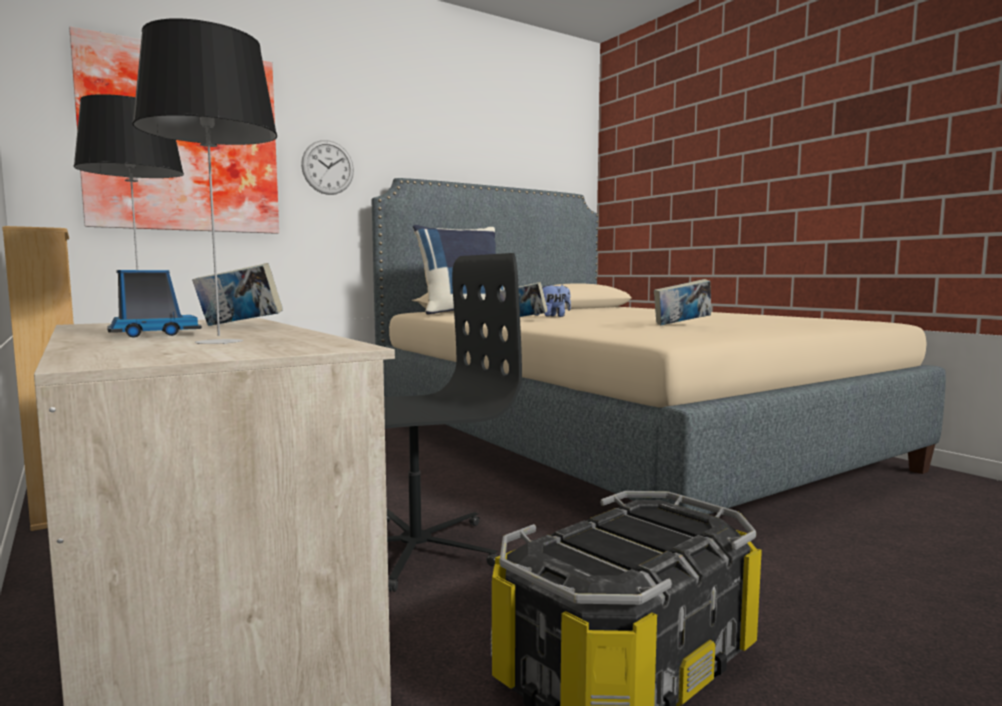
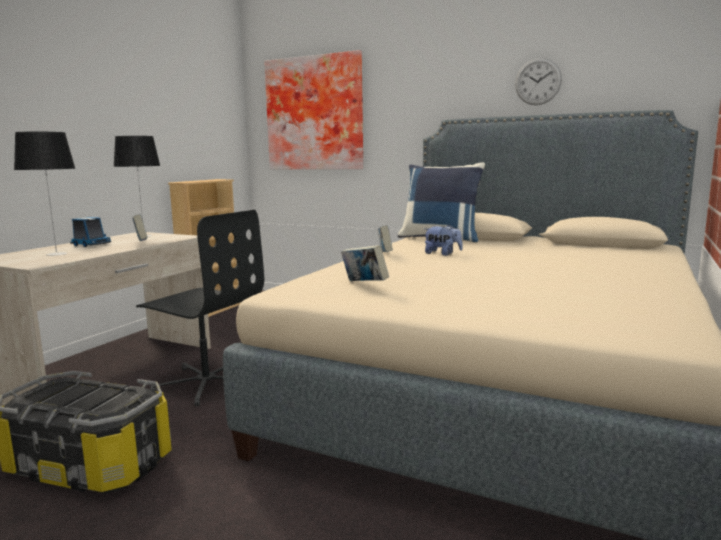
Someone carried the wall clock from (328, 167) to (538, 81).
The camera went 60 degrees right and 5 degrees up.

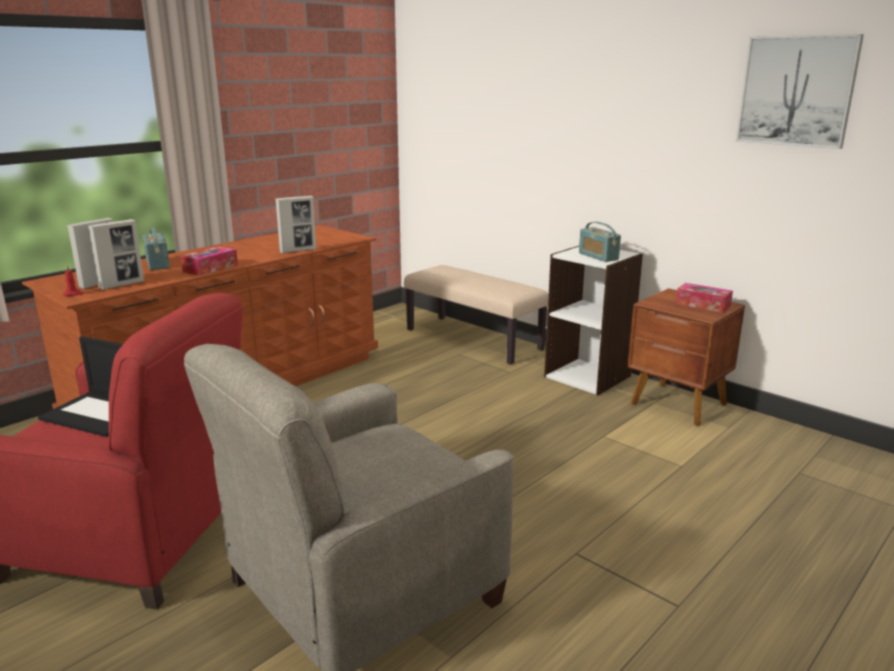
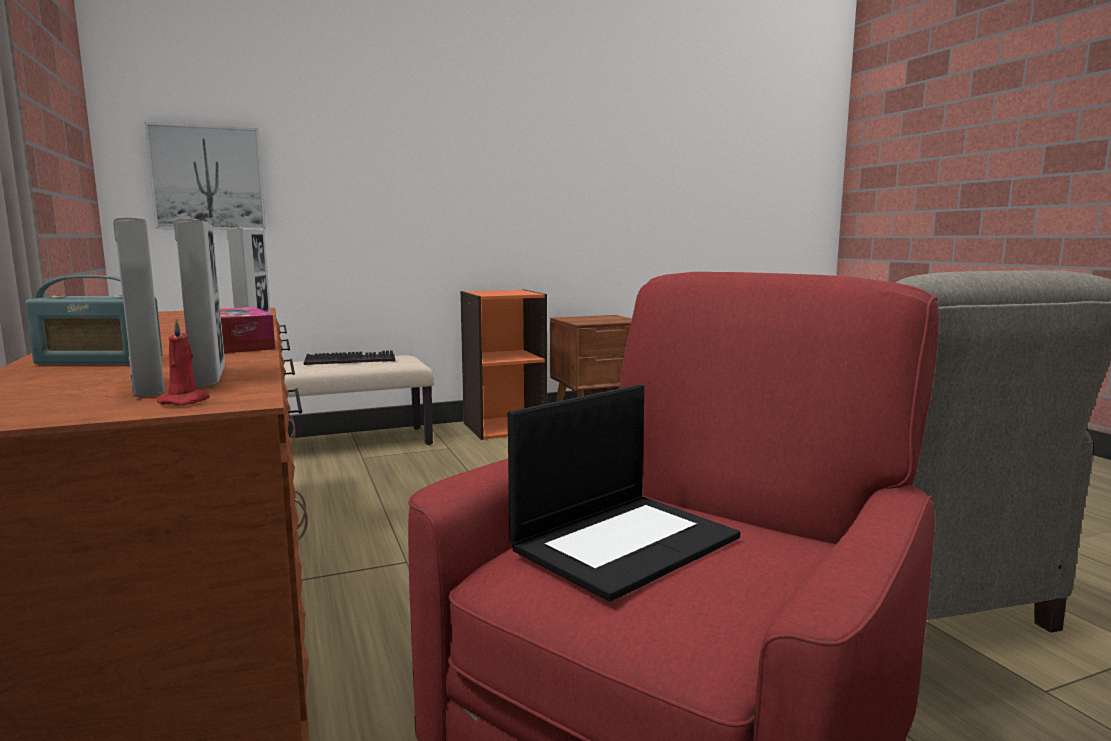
Someone took away the radio at (598, 256).
Someone took away the tissue box at (703, 305).
Someone put down the computer keyboard at (352, 360).
Someone carried the wall picture from (796, 91) to (208, 178).
Someone repainted the bookcase/white-coloured at (588, 376), which became the bookcase/orangey at (504, 427).
The camera went 65 degrees left and 10 degrees down.

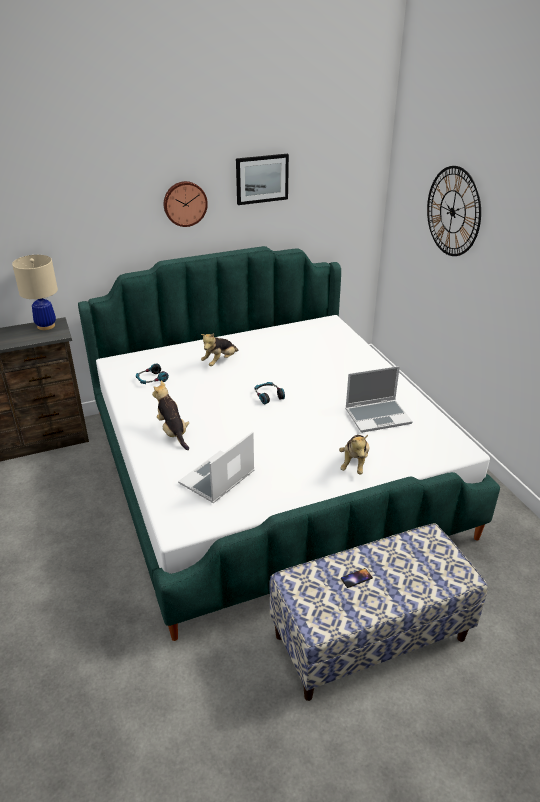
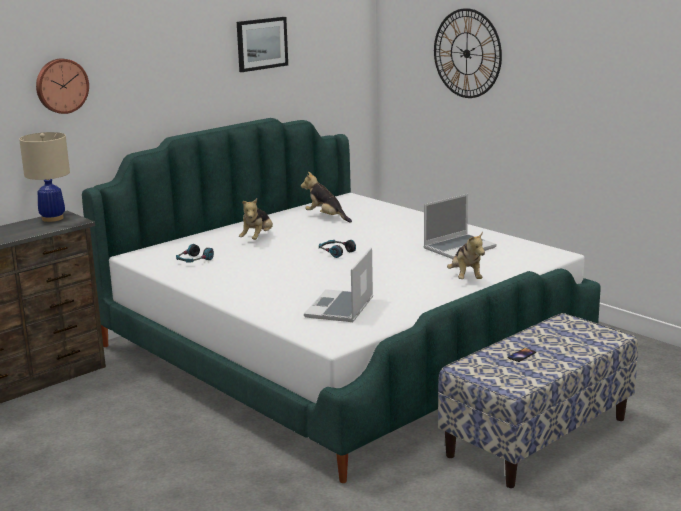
Someone carried the plush toy from (173, 432) to (326, 217).
Someone carried the wall clock from (185, 203) to (61, 85).
The camera went 20 degrees left and 15 degrees down.

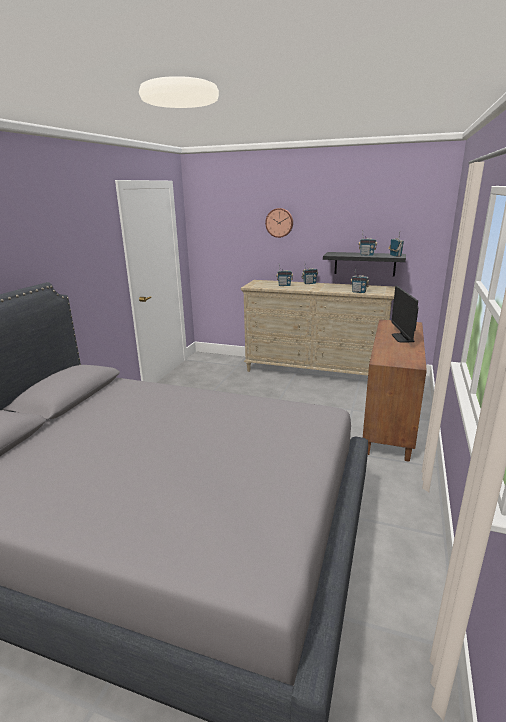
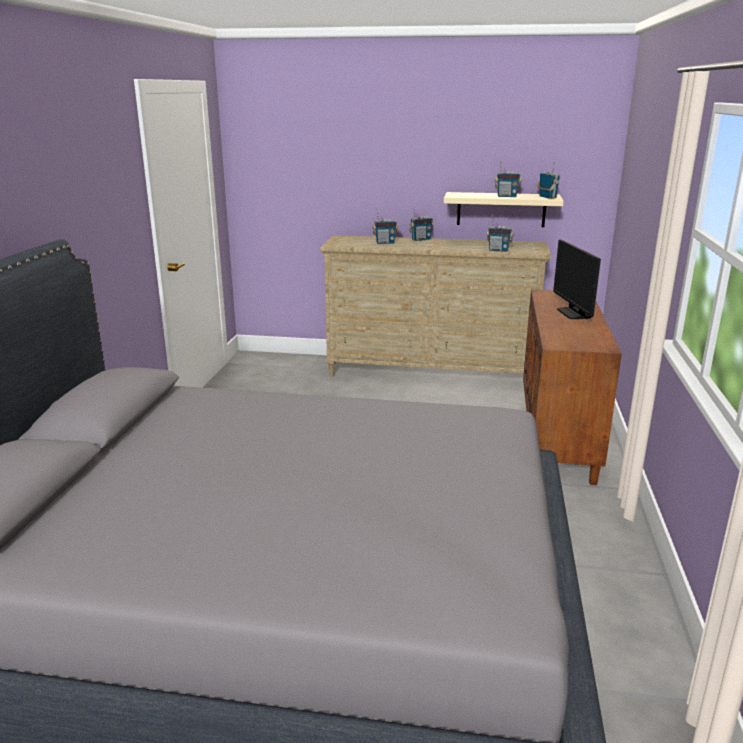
Someone took away the wall clock at (279, 222).
Someone repainted the shelf/black-coloured at (364, 264), which became the shelf/beige-coloured at (501, 209).
The camera went 10 degrees left and 0 degrees up.

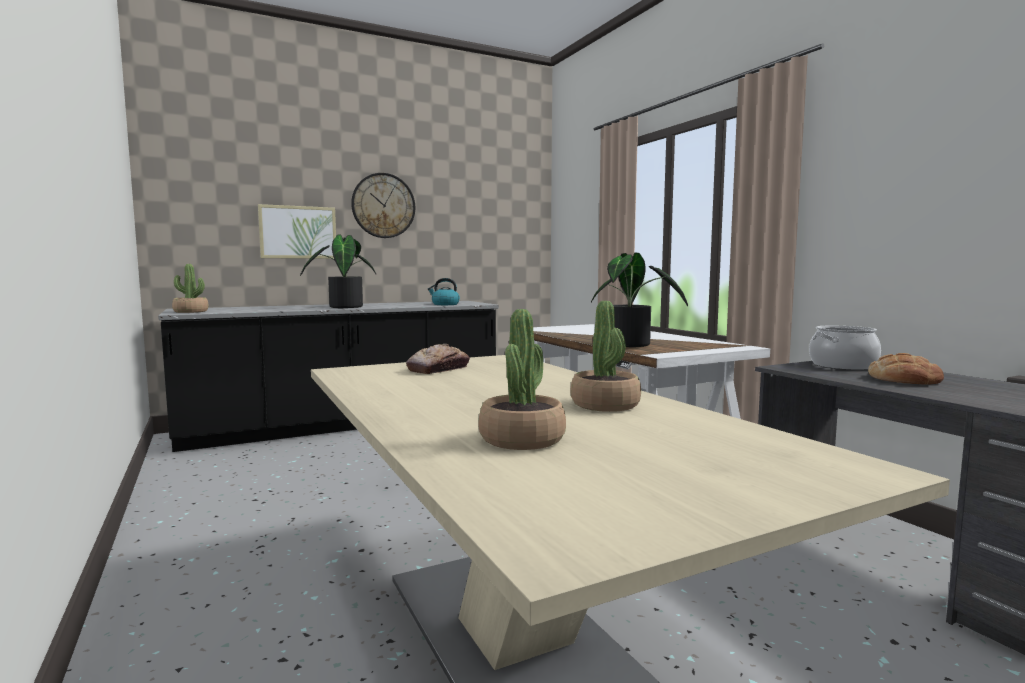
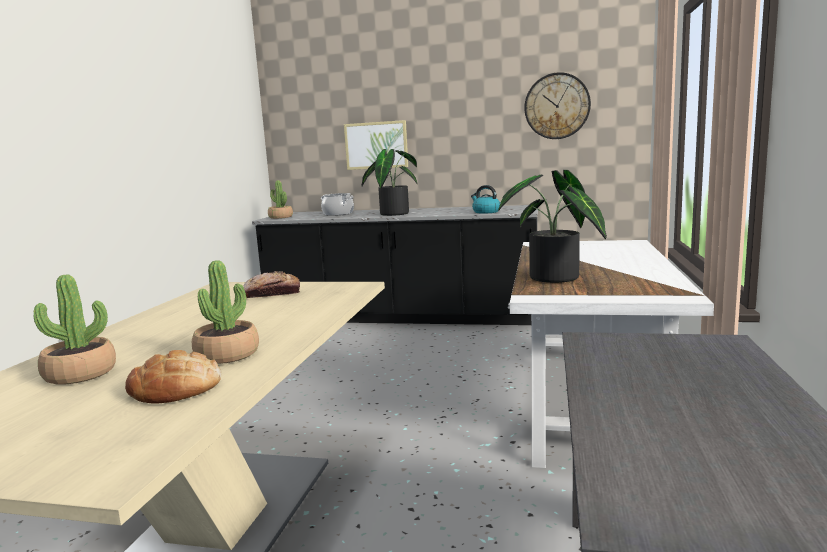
Someone carried the wall clock from (383, 205) to (557, 106).
Someone carried the saucepot from (843, 366) to (338, 214).
Someone carried the bakery bread from (904, 379) to (176, 388).
The camera went 40 degrees right and 5 degrees up.

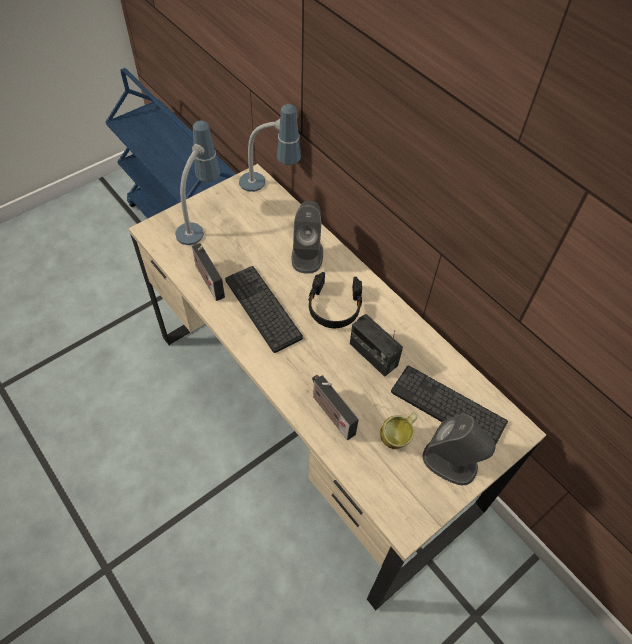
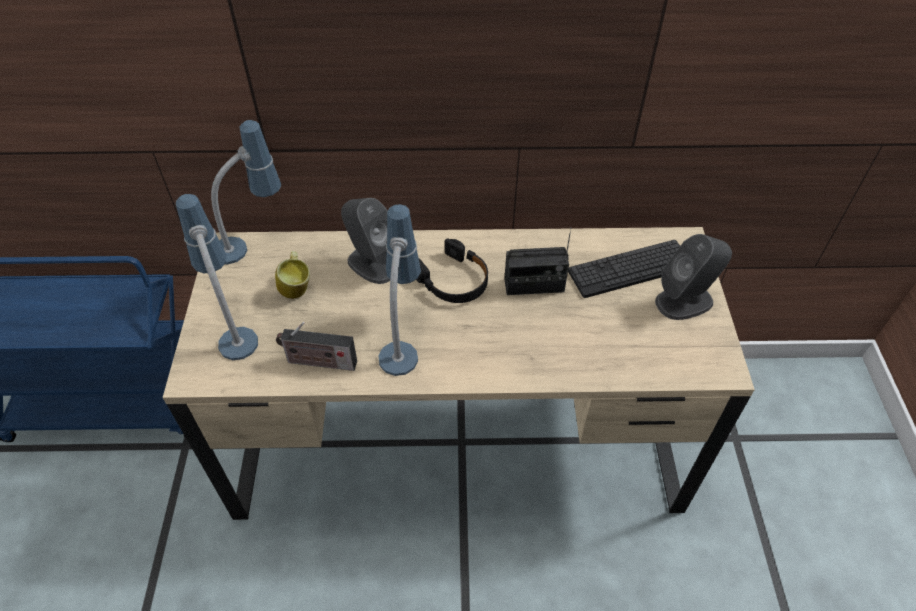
Someone took away the radio at (331, 413).
Someone carried the mug from (397, 438) to (297, 287).
Someone swapped the computer keyboard at (263, 308) for the tabletop lamp at (402, 337).
The camera went 50 degrees left and 5 degrees down.

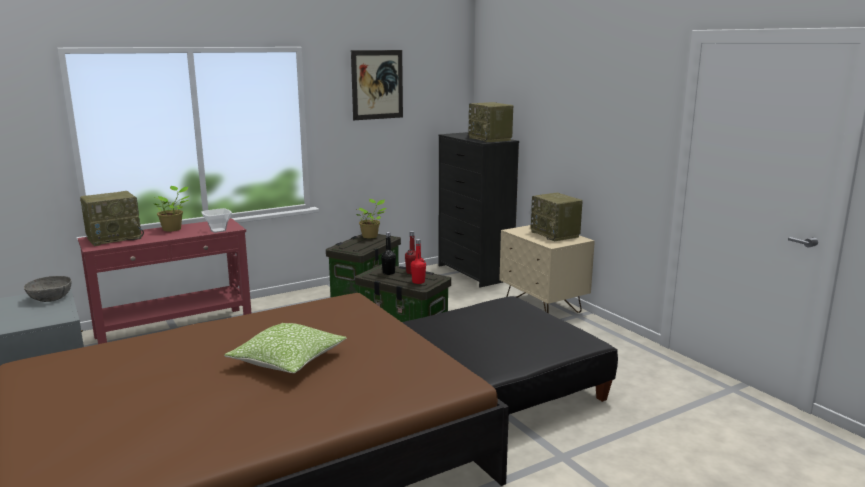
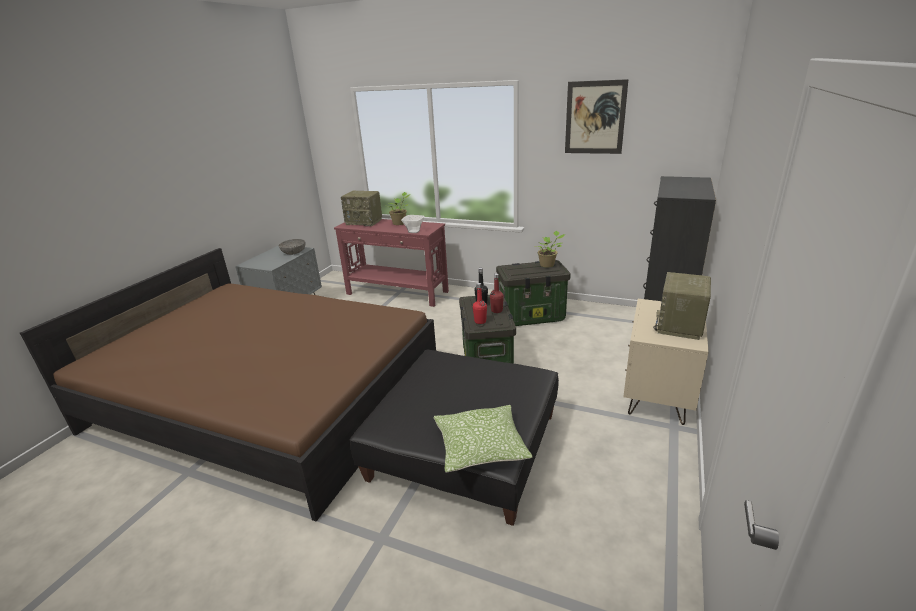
Someone took away the radio at (490, 139).
Someone carried the throw pillow from (288, 361) to (480, 447).
The camera went 55 degrees right and 10 degrees up.

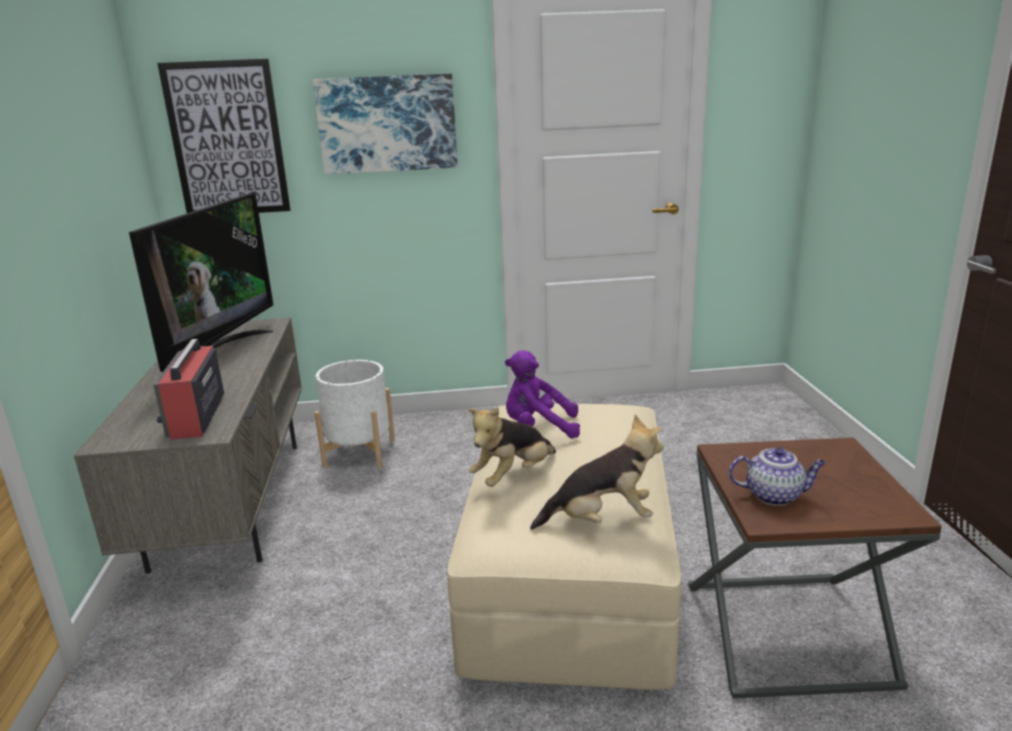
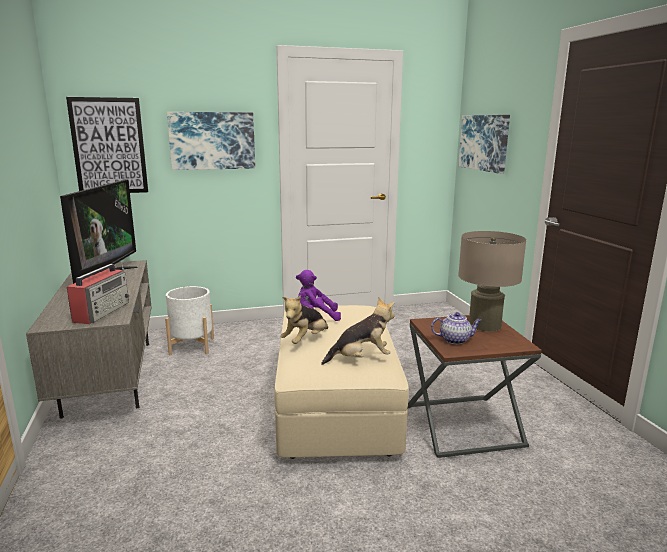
Someone put up the wall picture at (484, 142).
Someone put down the tabletop lamp/beige-coloured at (484, 325).
Someone rotated the radio at (196, 417) by 150 degrees counterclockwise.
The camera went 10 degrees left and 5 degrees down.

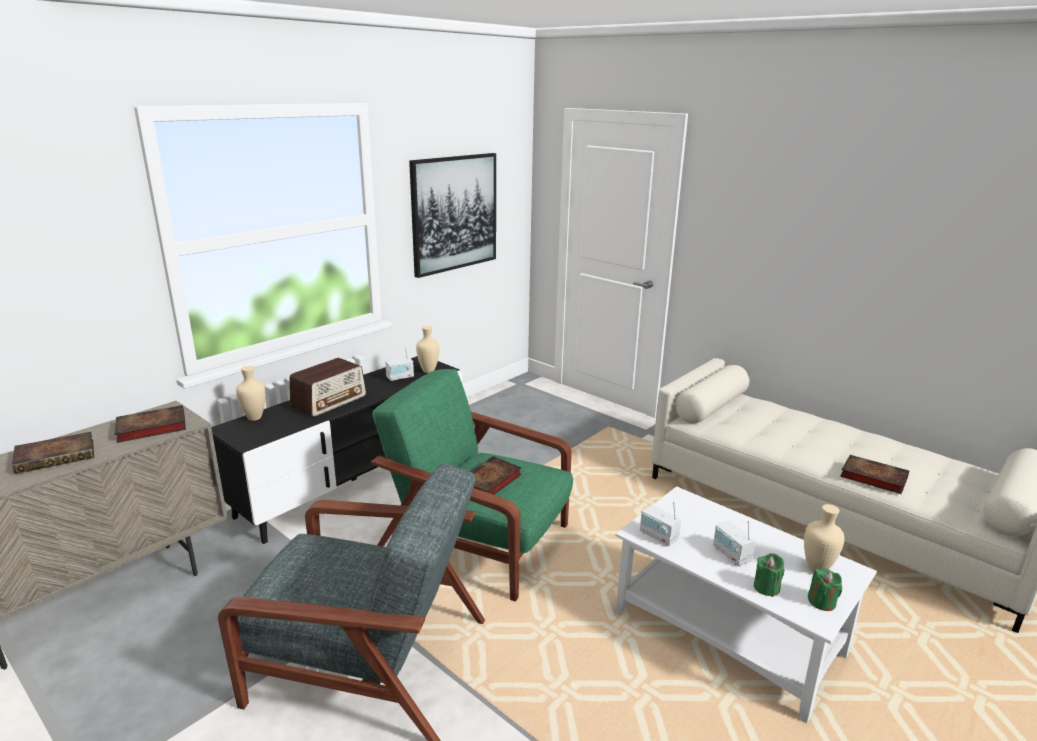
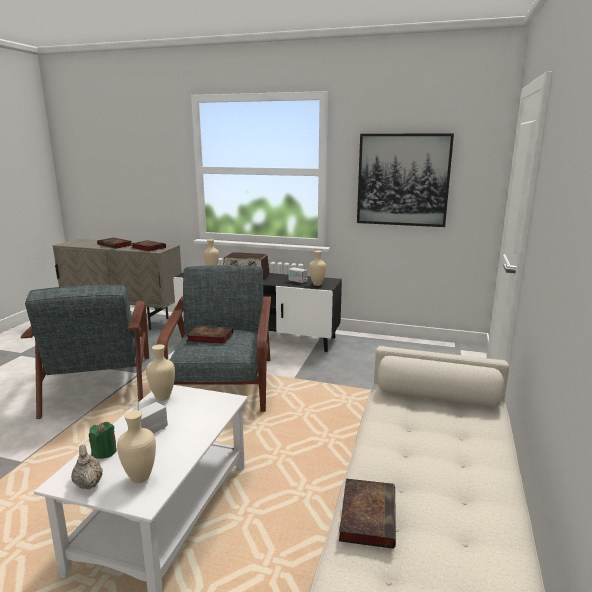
Someone swapped the radio at (658, 536) for the flower vase/beige-coloured at (163, 398).
Someone swapped the candle/greenish at (821, 602) for the tea pot/beige-coloured at (88, 483).
Someone repainted the easy chair/greenish at (477, 540), which became the easy chair/greyish at (222, 385).
The camera went 65 degrees right and 5 degrees down.

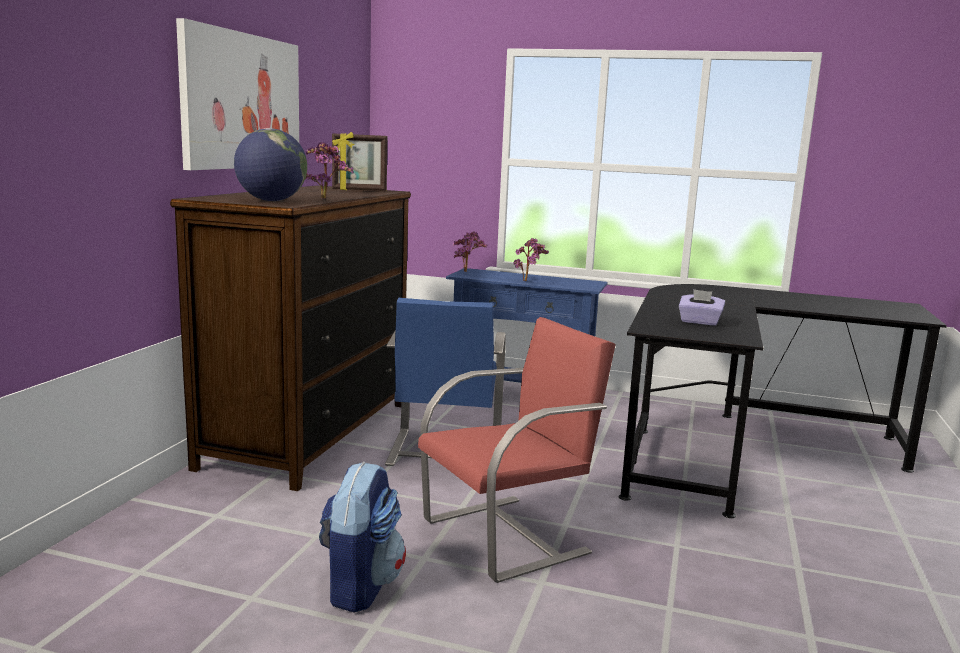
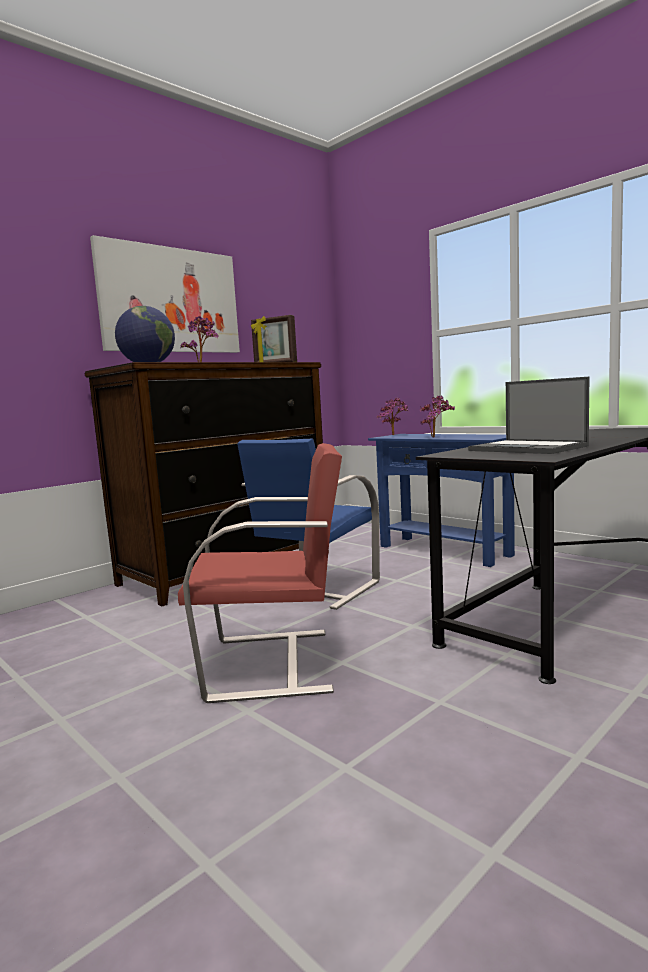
Someone took away the backpack at (359, 586).
Someone swapped the tissue box/purple-coloured at (699, 322) for the laptop at (529, 448).
The camera went 30 degrees right and 5 degrees down.

